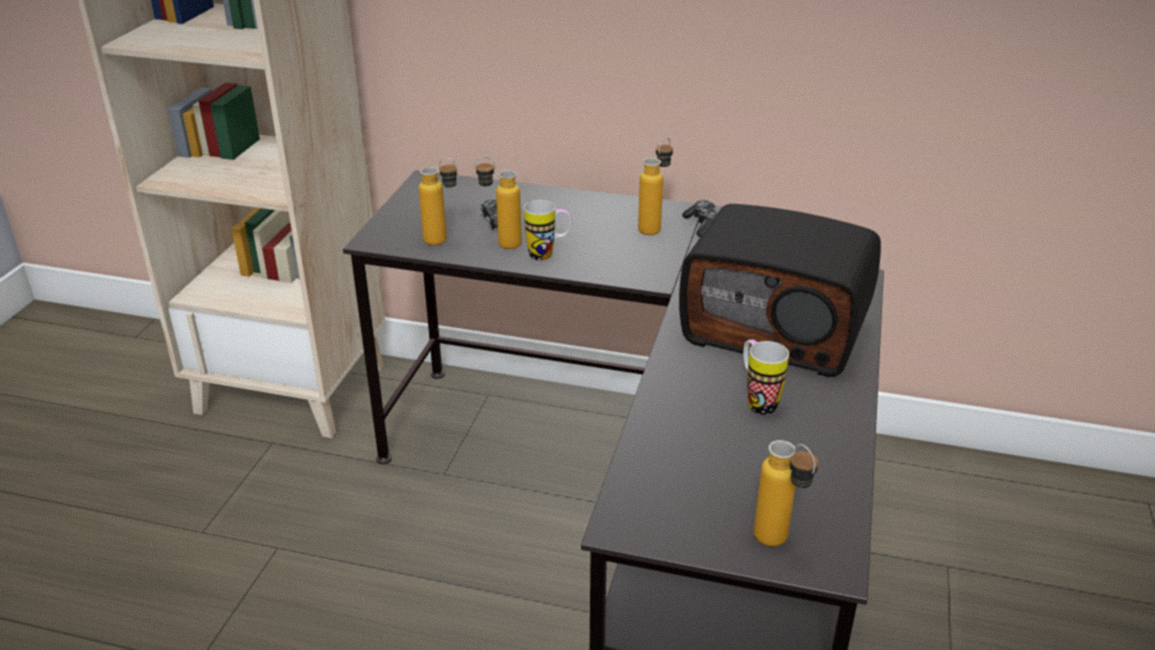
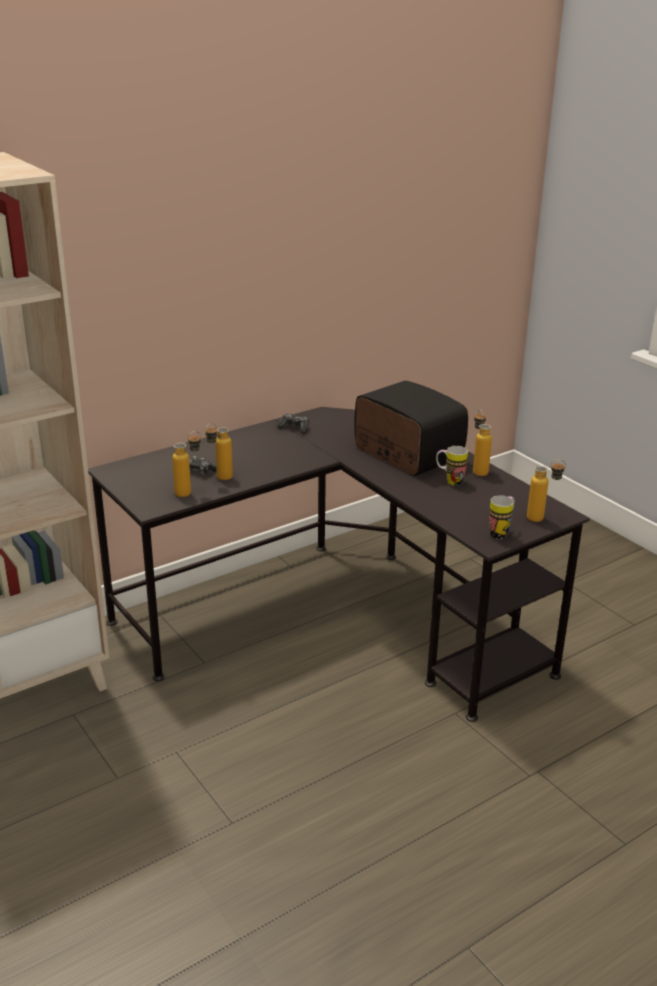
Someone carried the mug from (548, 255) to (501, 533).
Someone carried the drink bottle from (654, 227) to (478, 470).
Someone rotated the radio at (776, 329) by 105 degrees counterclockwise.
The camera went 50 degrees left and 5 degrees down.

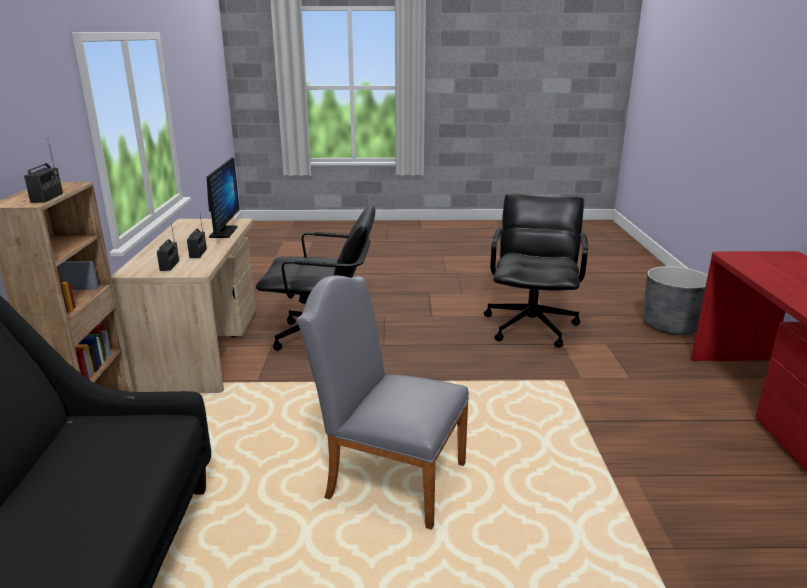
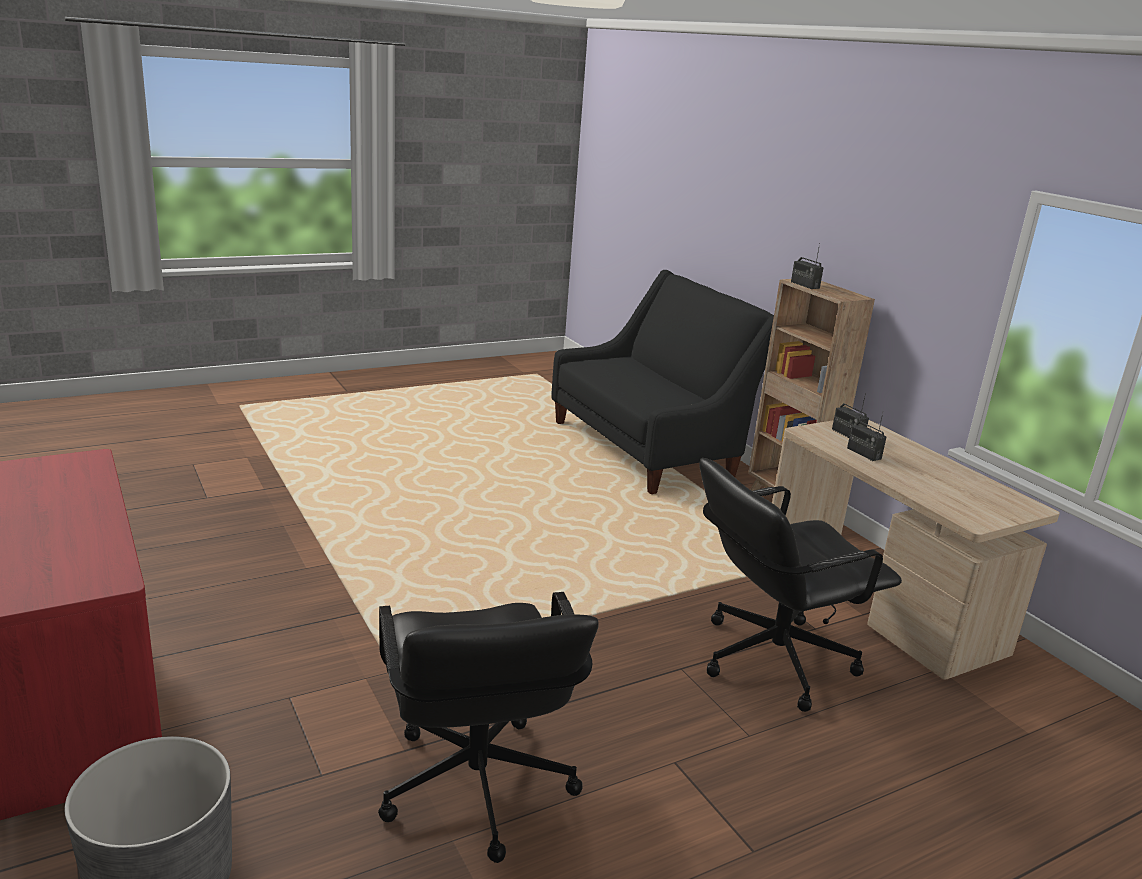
Someone took away the computer screen at (223, 232).
Someone took away the upright chair/greyish at (388, 477).
The camera went 150 degrees right and 0 degrees up.

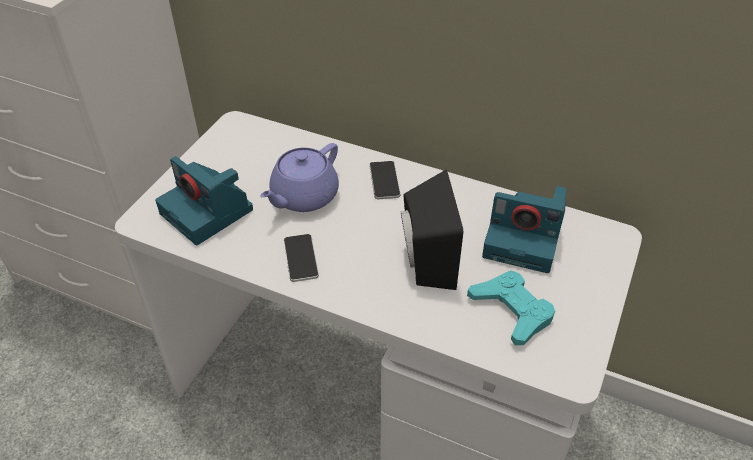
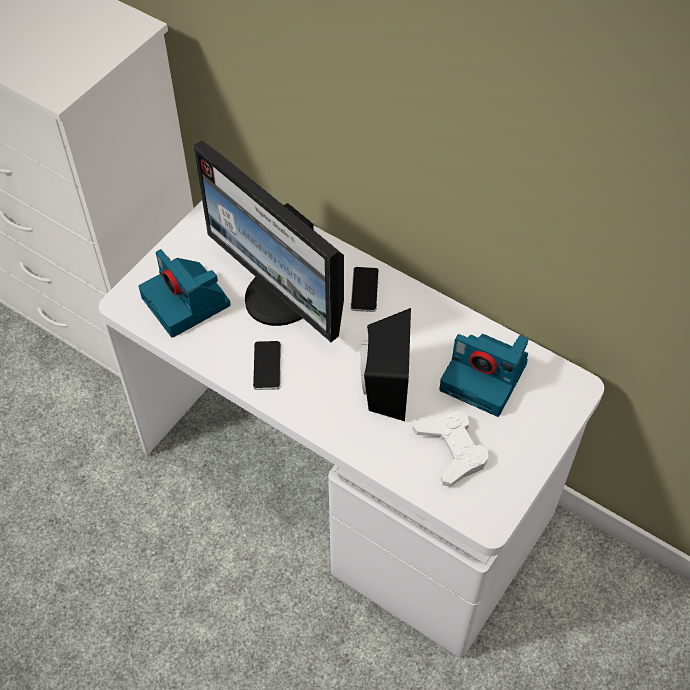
Someone swapped the tea pot/purple-coloured at (303, 197) for the computer screen at (281, 297).
Someone repainted the gamepad/turquoise-coloured at (512, 311), which became the gamepad/white-coloured at (451, 450).
The camera went 10 degrees right and 10 degrees up.

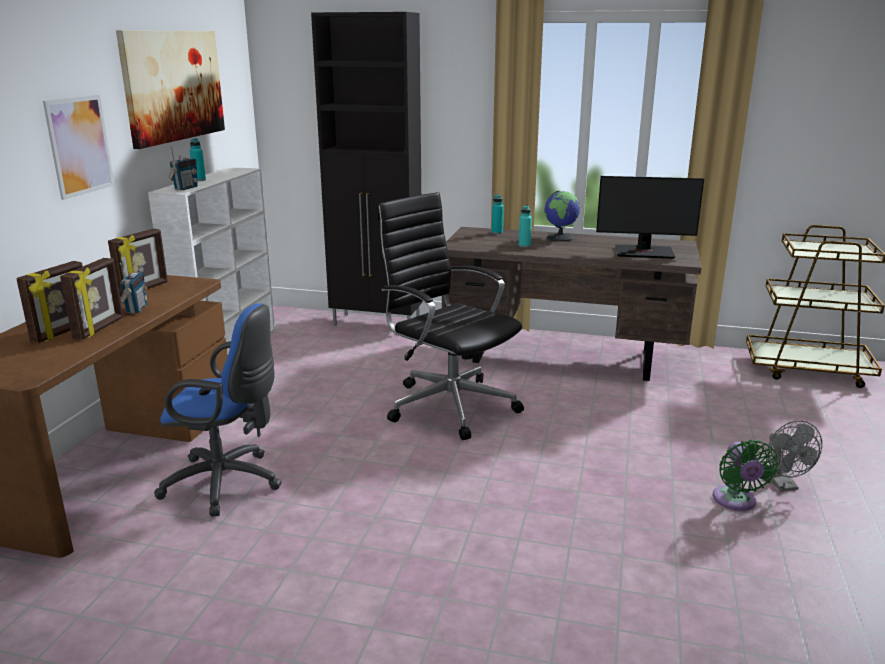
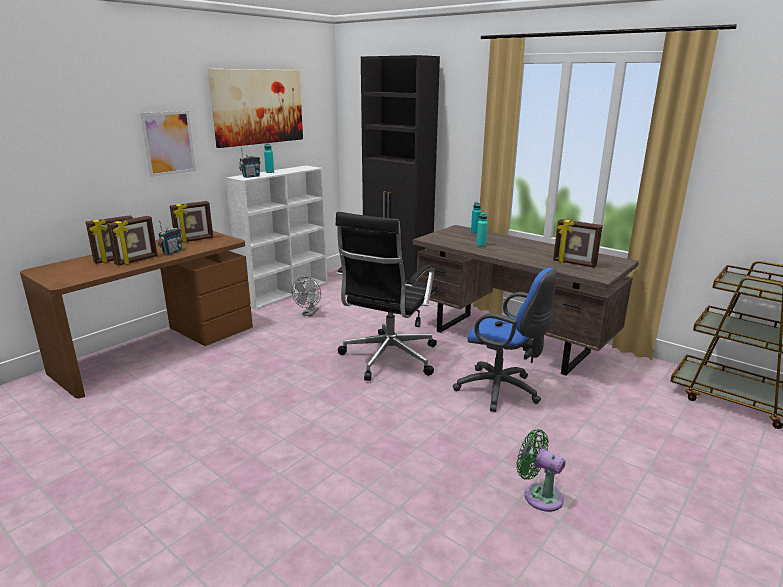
Someone took away the world globe at (560, 237).
Someone carried the office chair/blue from (228, 483) to (502, 391).
Someone carried the fan/greyish from (783, 485) to (309, 314).
Someone swapped the computer screen at (644, 252) for the picture frame at (574, 263).
Someone rotated the office chair/black-coloured at (449, 404) by 135 degrees counterclockwise.
Someone rotated the fan/greenish at (736, 501) by 105 degrees clockwise.
The camera went 25 degrees right and 0 degrees up.

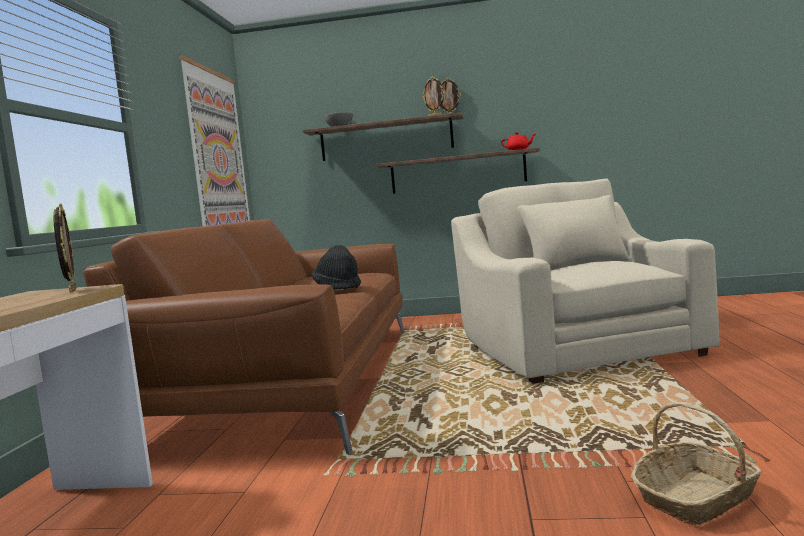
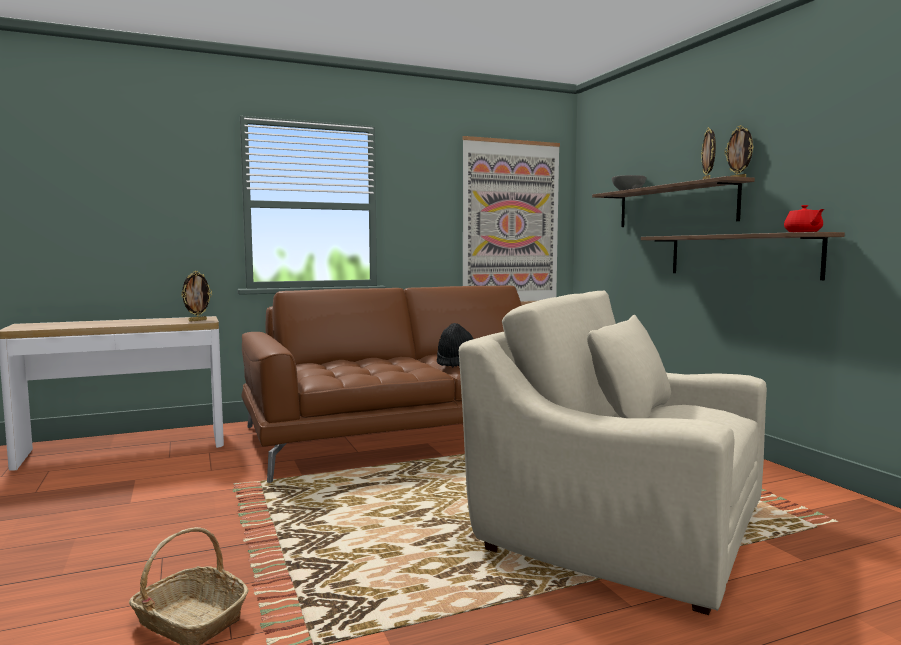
Someone rotated the easy chair/beige-coloured at (577, 349) by 105 degrees counterclockwise.
The camera went 60 degrees right and 0 degrees up.

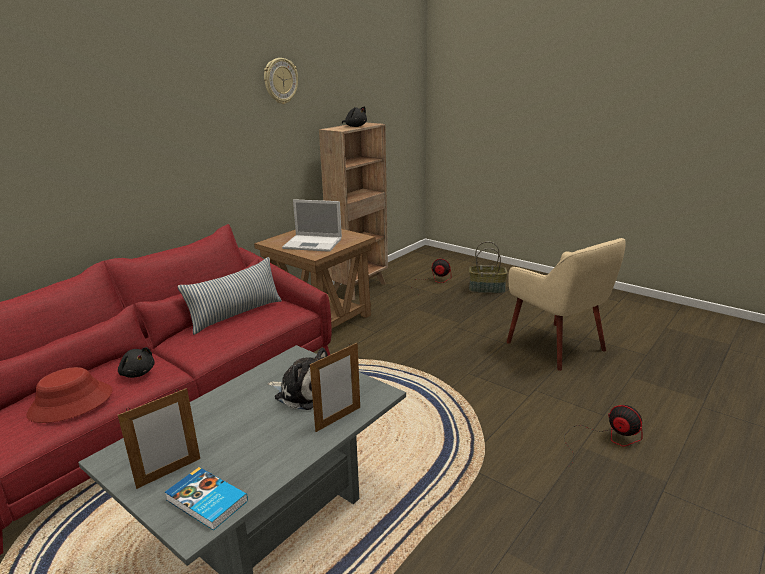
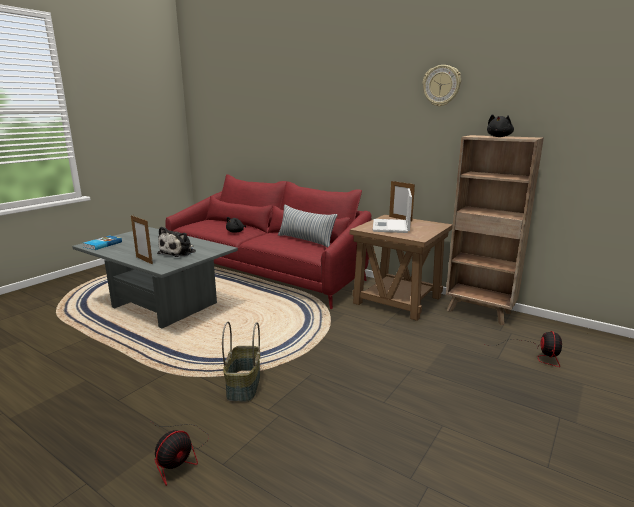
Someone took away the hat/red-coloured at (71, 403).
Someone took away the easy chair/beige-coloured at (557, 346).
Someone carried the picture frame from (169, 473) to (400, 219).
Someone carried the basket from (487, 289) to (244, 386).
The camera went 85 degrees right and 5 degrees down.

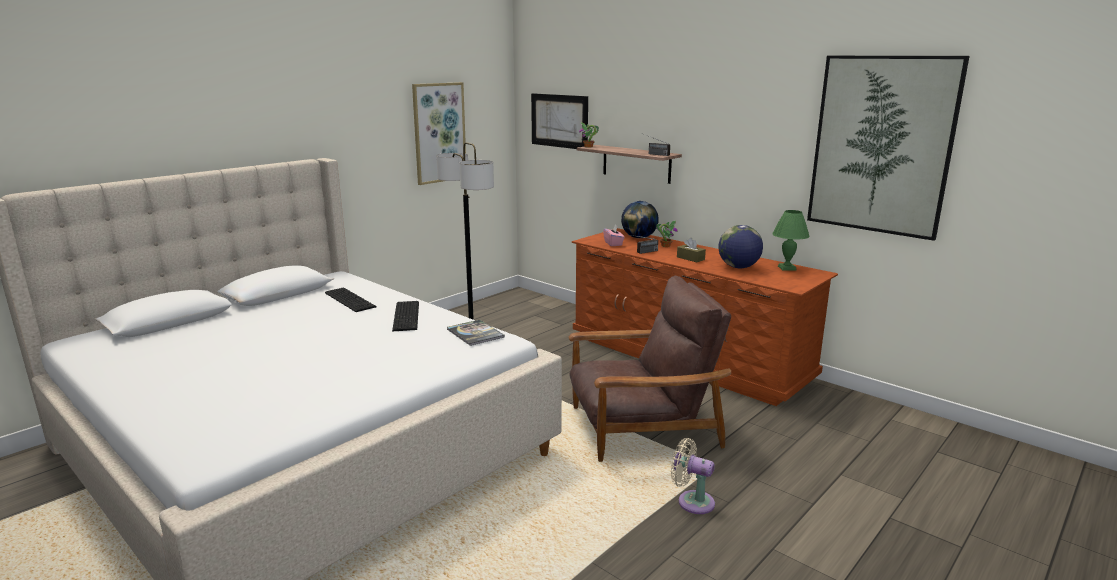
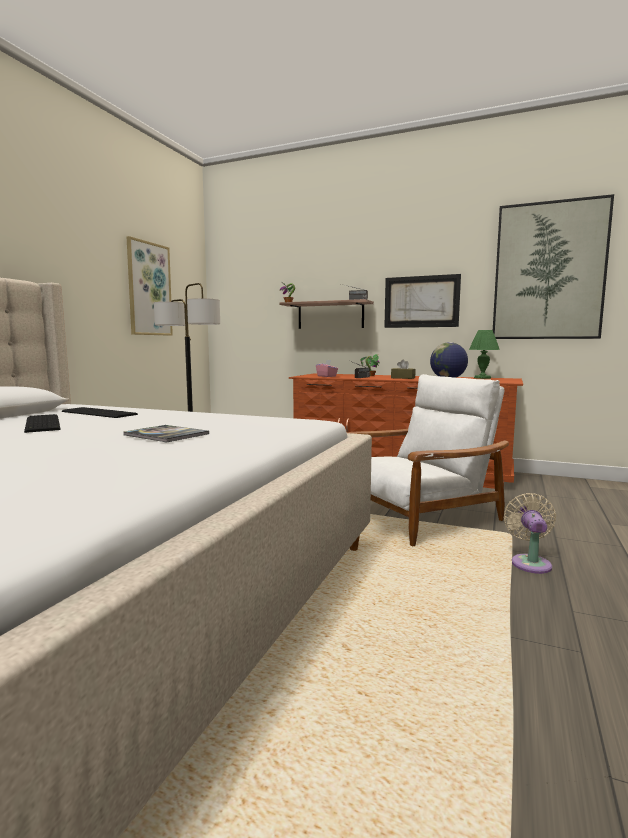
Someone took away the world globe at (639, 237).
Someone carried the computer keyboard from (407, 315) to (44, 423).
Someone carried the bound book from (475, 333) to (166, 435).
Someone carried the wall picture from (559, 121) to (421, 301).
Someone repainted the easy chair/brown at (642, 427), which became the easy chair/white-coloured at (419, 516).
Someone rotated the fan/beige-coloured at (692, 501) by 90 degrees clockwise.
The camera went 20 degrees left and 10 degrees down.

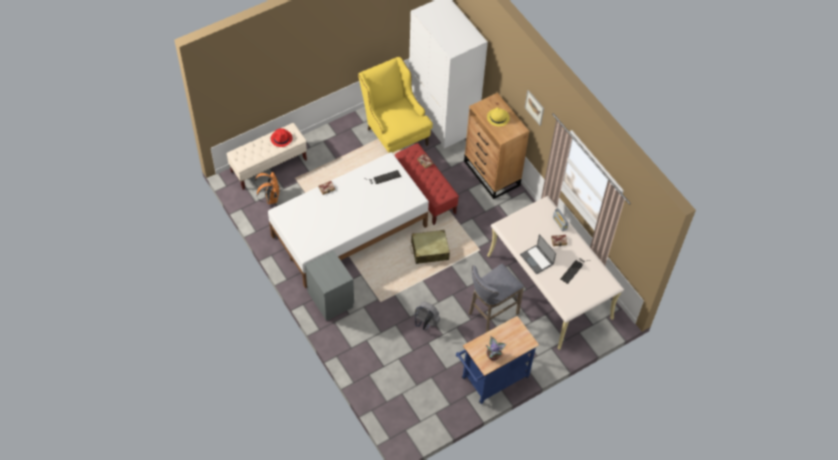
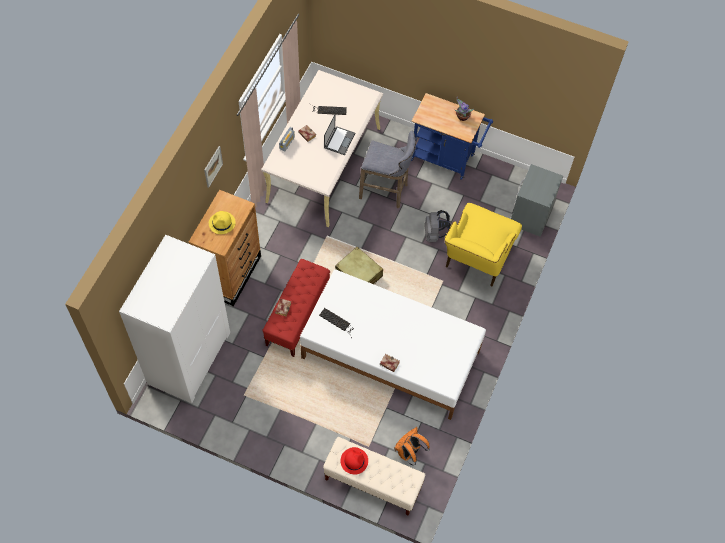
Someone carried the bedside table/greyish from (331, 299) to (530, 215).
Someone carried the easy chair/yellow-coloured from (394, 132) to (476, 261).
The camera went 125 degrees left and 5 degrees up.

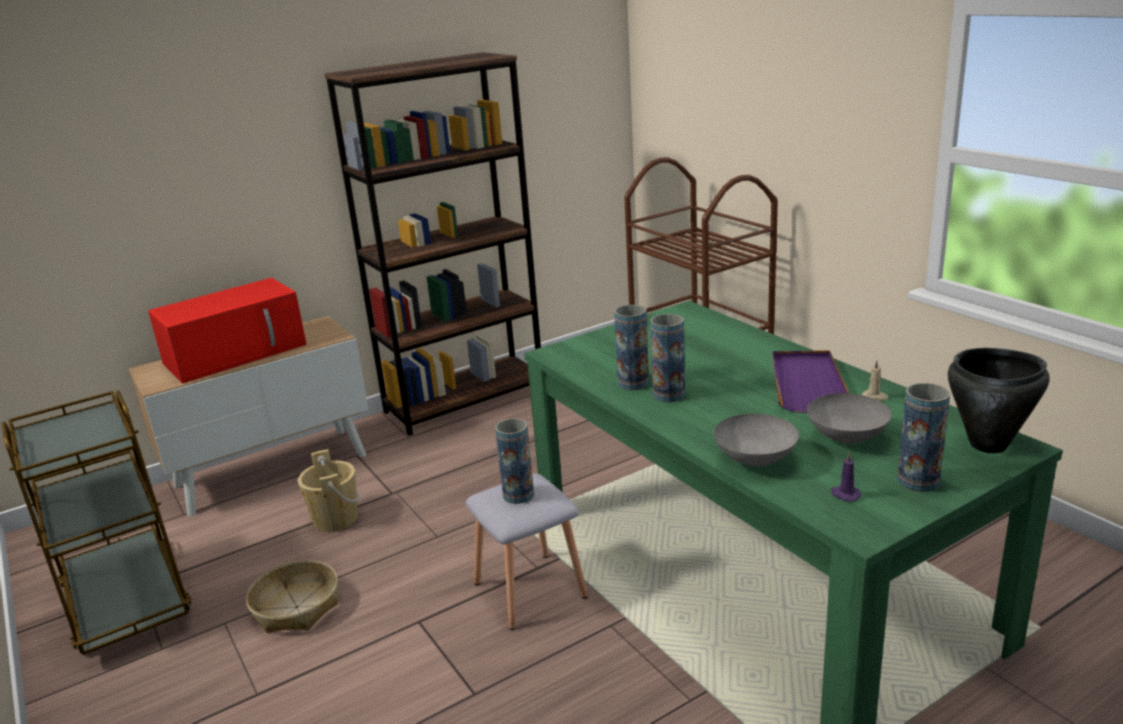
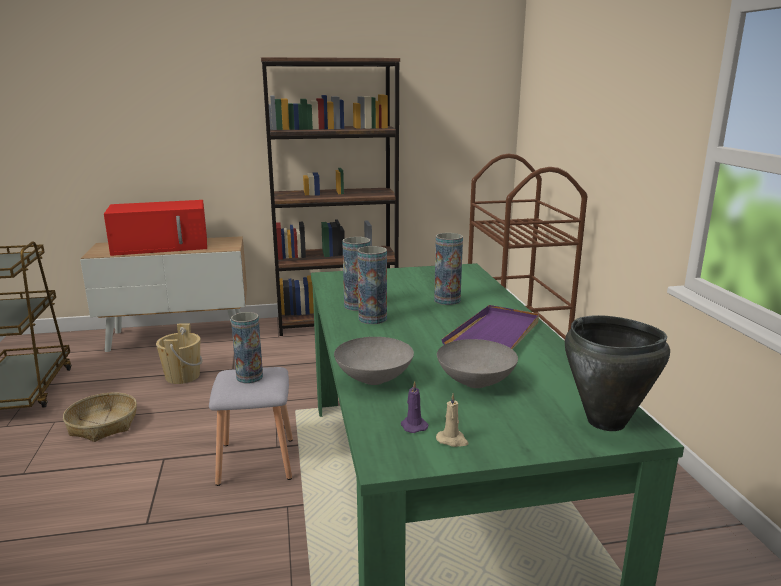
Someone carried the candle/beige-coloured from (875, 397) to (452, 440).
Someone carried the flower vase from (918, 481) to (447, 300).
The camera went 20 degrees right and 5 degrees down.

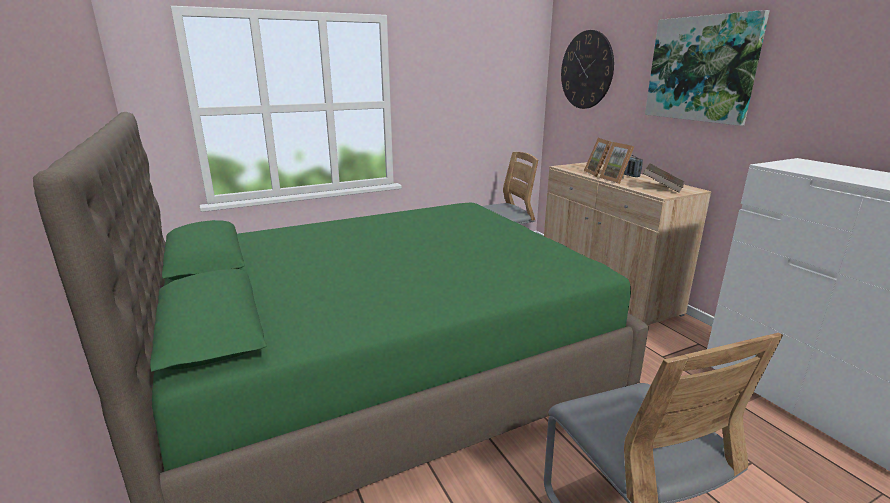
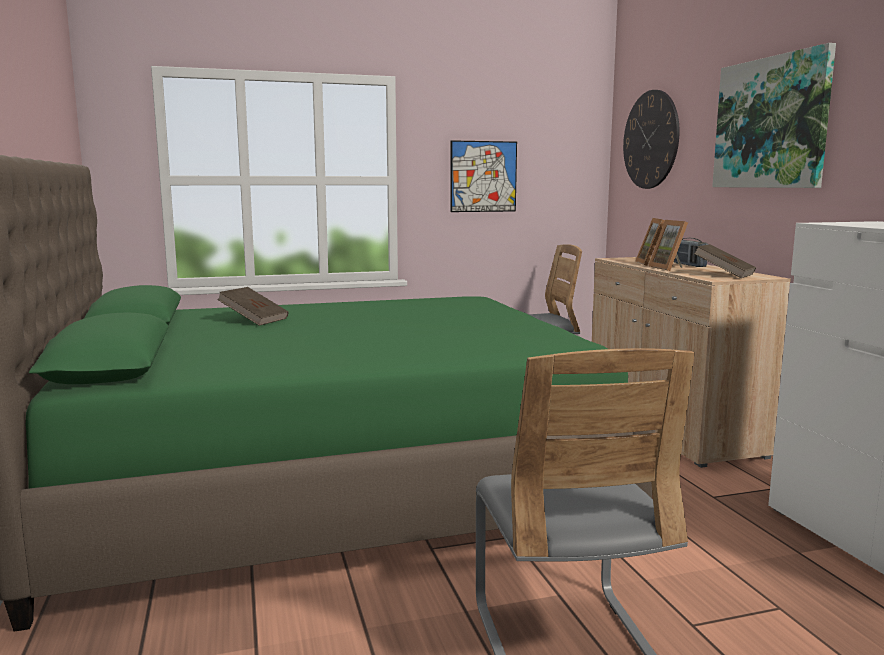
Someone put down the bound book/brown at (254, 320).
Someone put up the wall picture at (483, 176).
The camera went 10 degrees right and 10 degrees down.

